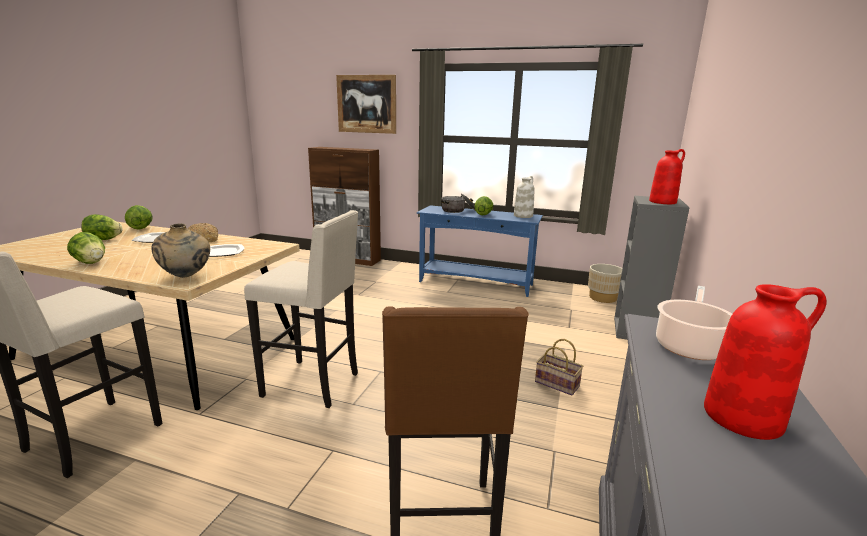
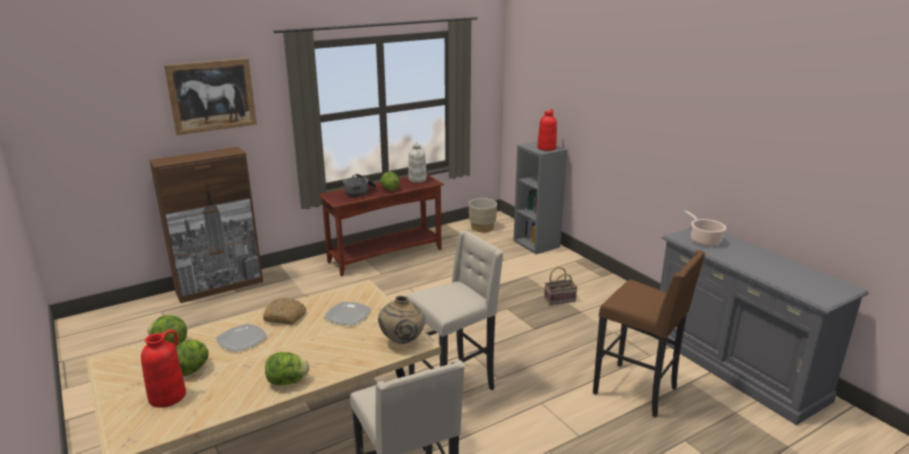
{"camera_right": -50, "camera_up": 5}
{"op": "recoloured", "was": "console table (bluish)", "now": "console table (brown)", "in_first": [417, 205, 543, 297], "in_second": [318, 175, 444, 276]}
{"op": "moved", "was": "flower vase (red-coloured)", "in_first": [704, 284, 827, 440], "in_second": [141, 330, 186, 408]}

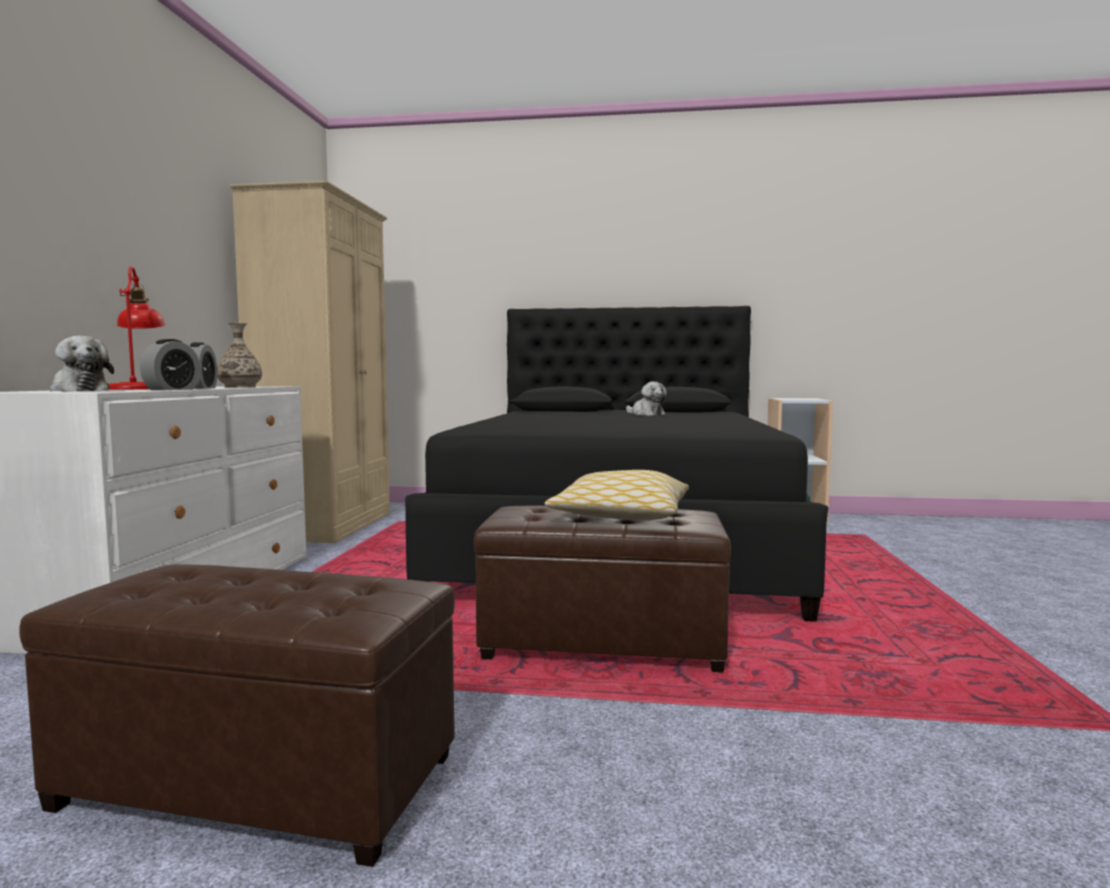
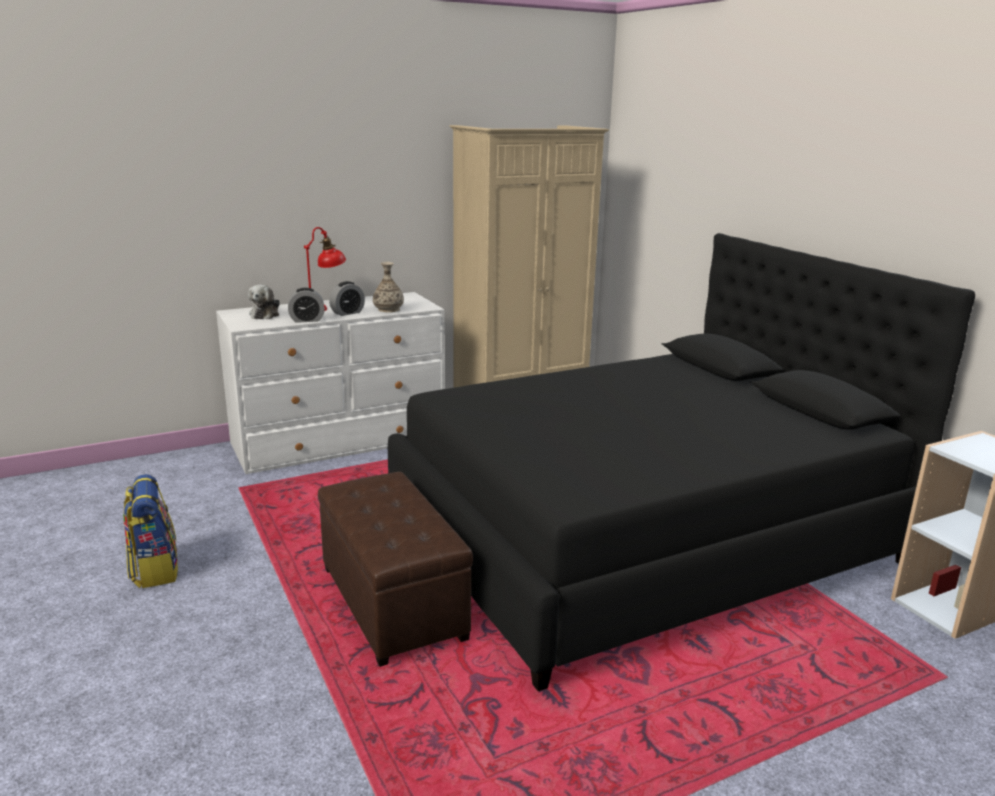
{"camera_right": 55, "camera_up": 15}
{"op": "removed", "was": "cuddly toy", "in_first": [626, 381, 667, 416]}
{"op": "removed", "was": "throw pillow", "in_first": [544, 470, 689, 521]}
{"op": "replaced", "was": "ottoman (brown)", "now": "backpack", "in_first": [19, 564, 455, 867], "in_second": [123, 474, 178, 588]}

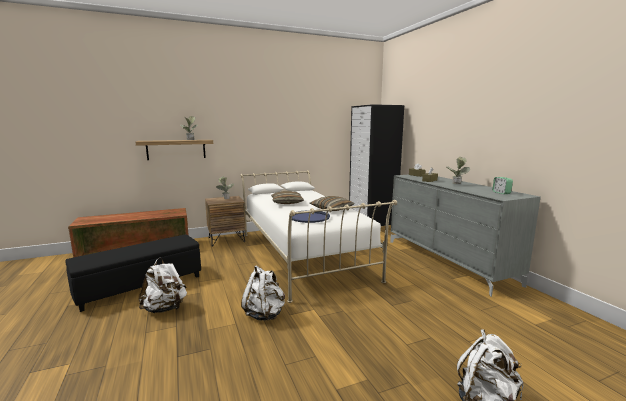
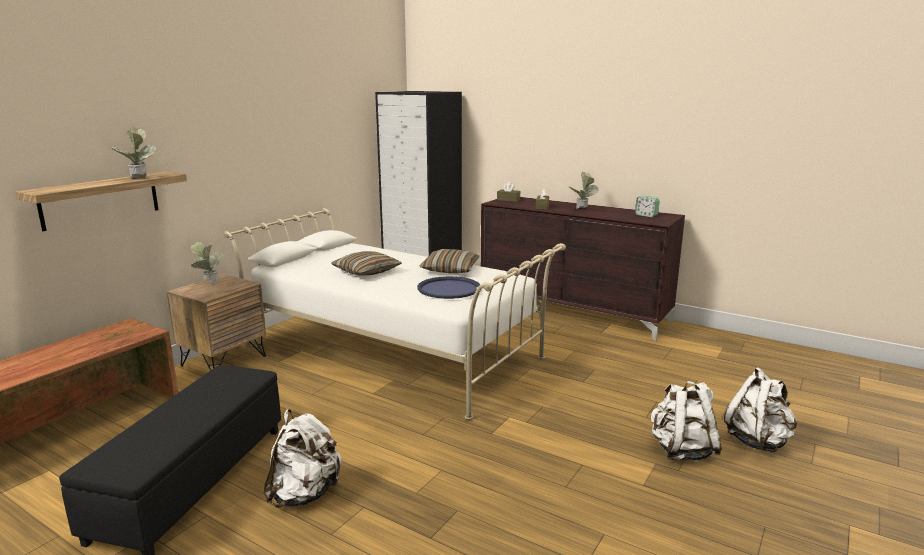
{"camera_right": -35, "camera_up": 5}
{"op": "recoloured", "was": "dresser (gray)", "now": "dresser (brown)", "in_first": [390, 175, 541, 297], "in_second": [481, 197, 685, 341]}
{"op": "moved", "was": "backpack (whitish)", "in_first": [241, 266, 285, 321], "in_second": [651, 381, 722, 461]}

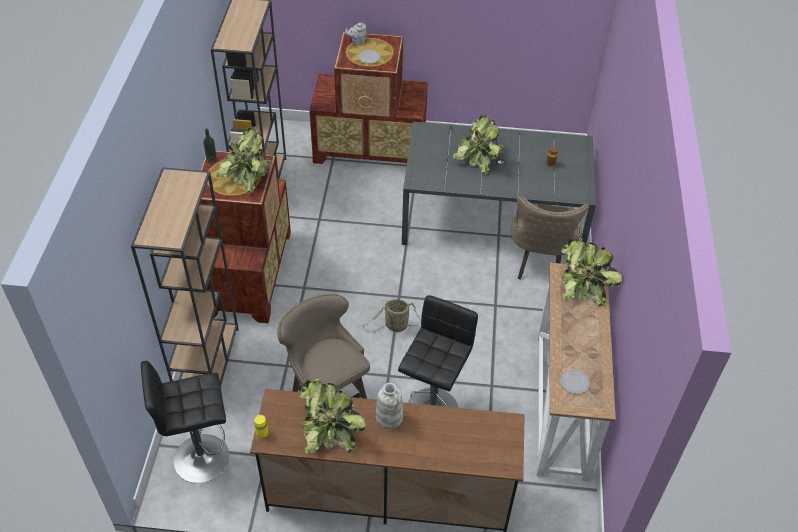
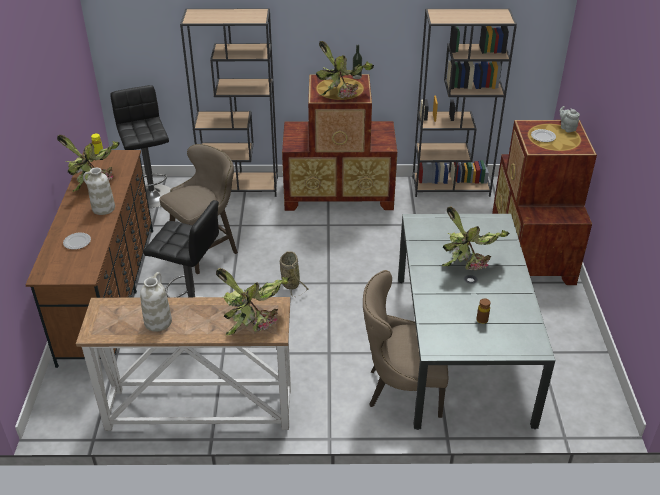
{"camera_right": 85, "camera_up": -10}
{"op": "moved", "was": "flat dish", "in_first": [560, 369, 590, 394], "in_second": [63, 233, 91, 250]}
{"op": "added", "now": "flower vase (whitish)", "in_second": [140, 272, 172, 332]}

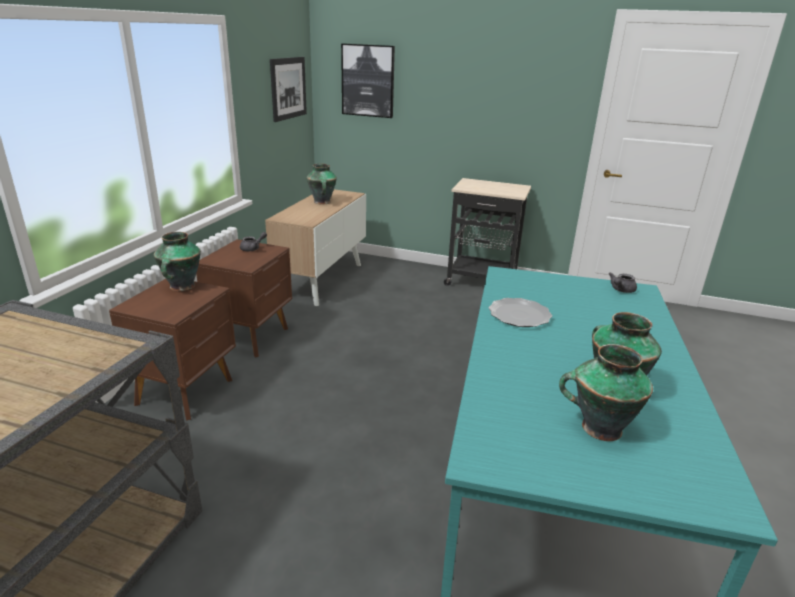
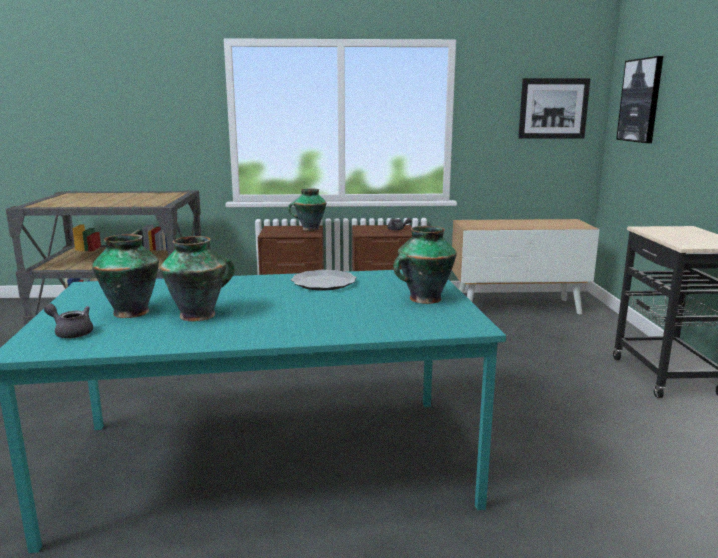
{"camera_right": 70, "camera_up": -10}
{"op": "moved", "was": "flower vase", "in_first": [306, 164, 337, 204], "in_second": [393, 226, 457, 304]}
{"op": "moved", "was": "tea pot (gray)", "in_first": [609, 272, 637, 293], "in_second": [44, 303, 93, 338]}

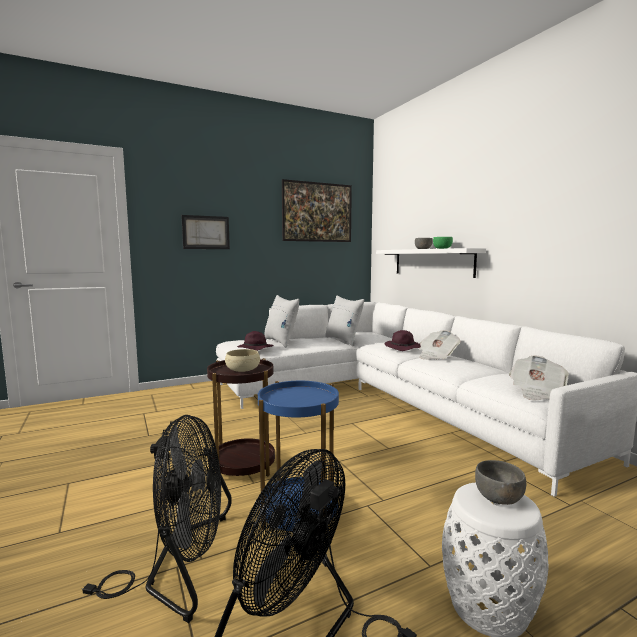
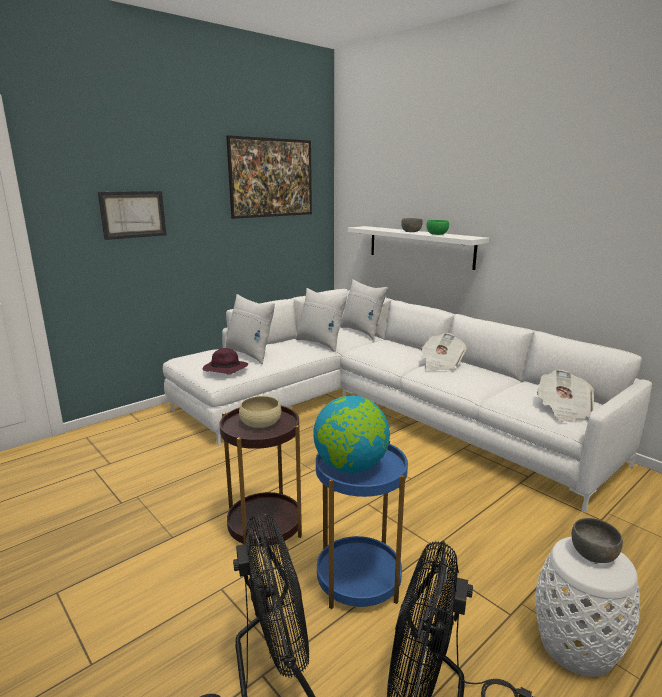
{"camera_right": -15, "camera_up": 10}
{"op": "removed", "was": "hat (purple)", "in_first": [384, 330, 421, 351]}
{"op": "added", "now": "throw pillow (gray)", "in_second": [340, 279, 387, 339]}
{"op": "added", "now": "world globe", "in_second": [313, 395, 390, 473]}

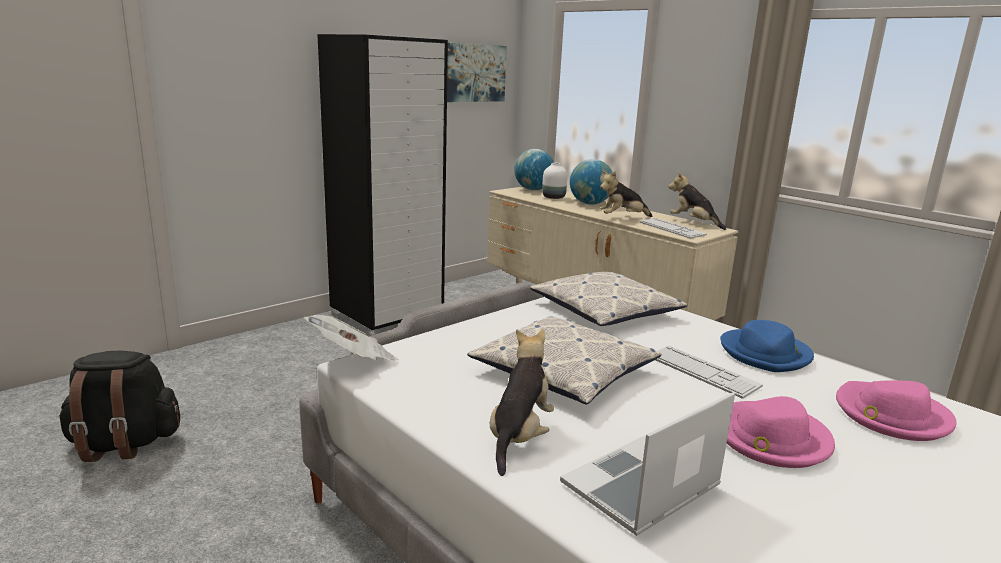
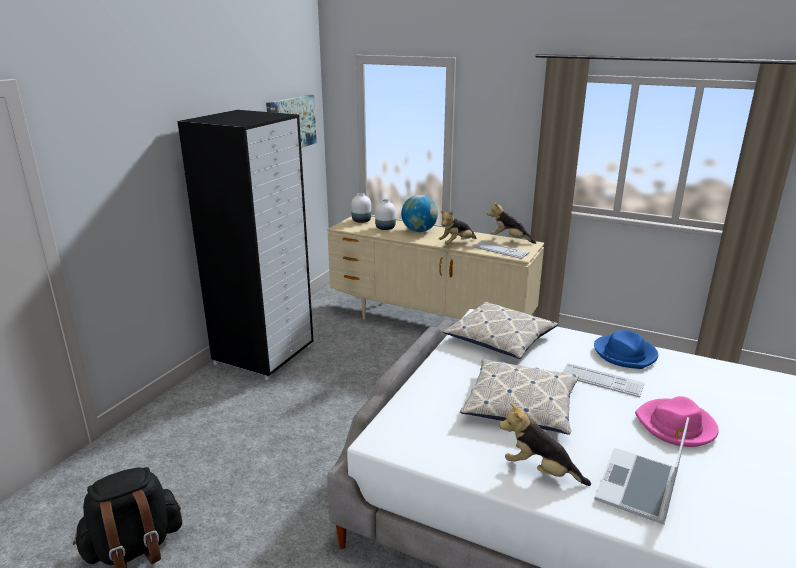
{"camera_right": -20, "camera_up": 5}
{"op": "replaced", "was": "world globe", "now": "flower vase (whitish)", "in_first": [514, 149, 554, 190], "in_second": [351, 193, 371, 223]}
{"op": "removed", "was": "daily paper", "in_first": [304, 315, 399, 360]}
{"op": "turned", "was": "cuddly toy", "in_first": [490, 329, 554, 476], "in_second": [499, 403, 591, 486], "clockwise": -60}
{"op": "removed", "was": "hat (pink-coloured)", "in_first": [836, 381, 957, 441]}

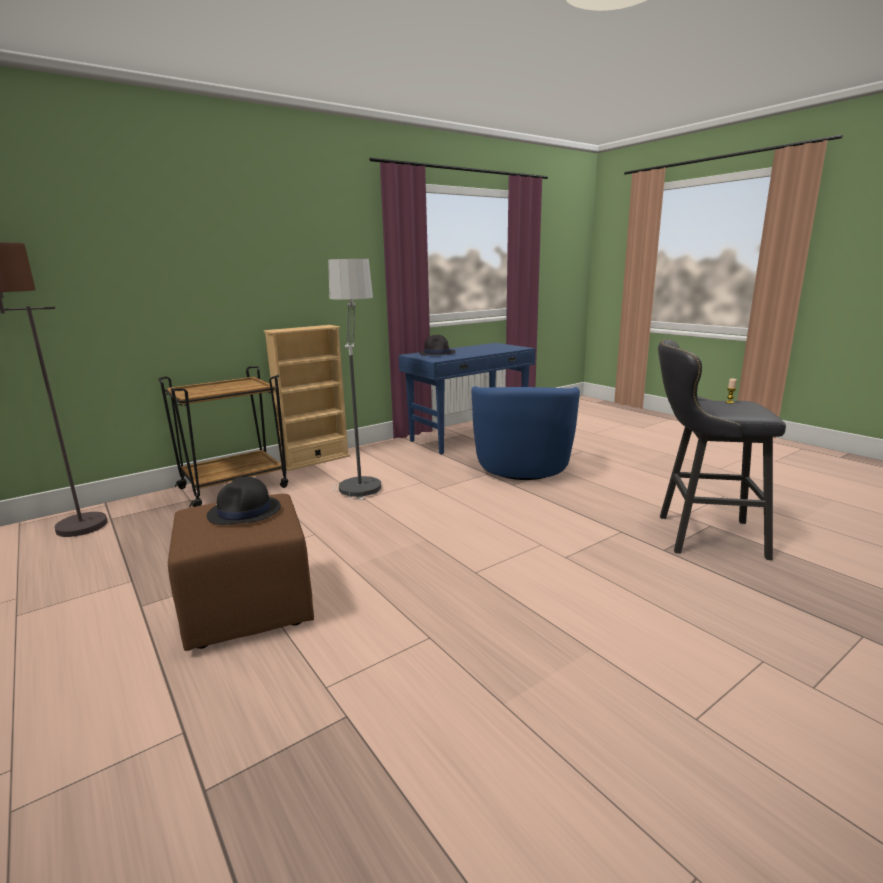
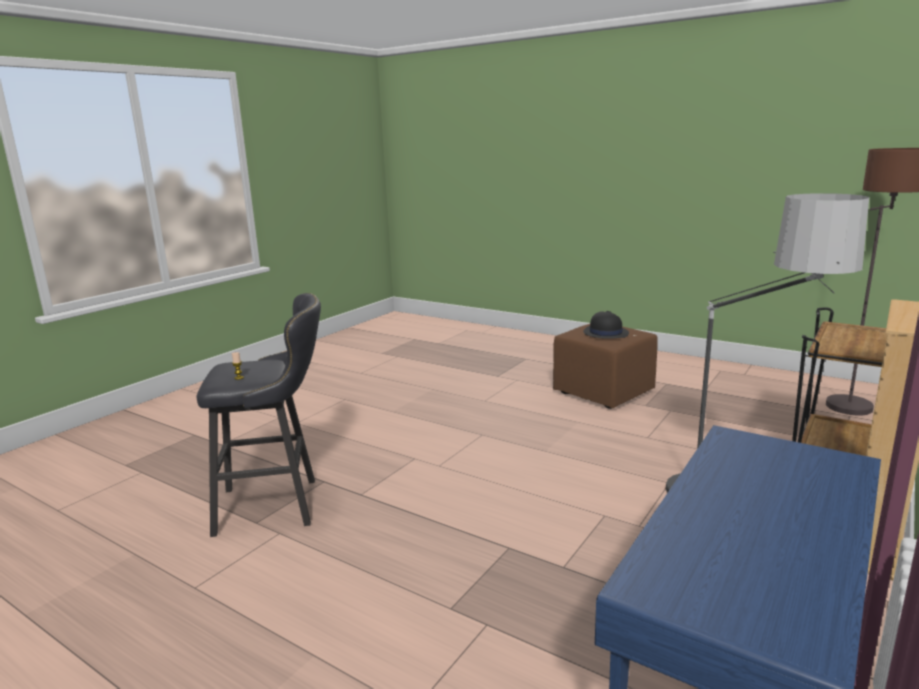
{"camera_right": 160, "camera_up": 0}
{"op": "removed", "was": "hat (black)", "in_first": [419, 335, 456, 356]}
{"op": "removed", "was": "armchair (bluish)", "in_first": [472, 386, 580, 480]}

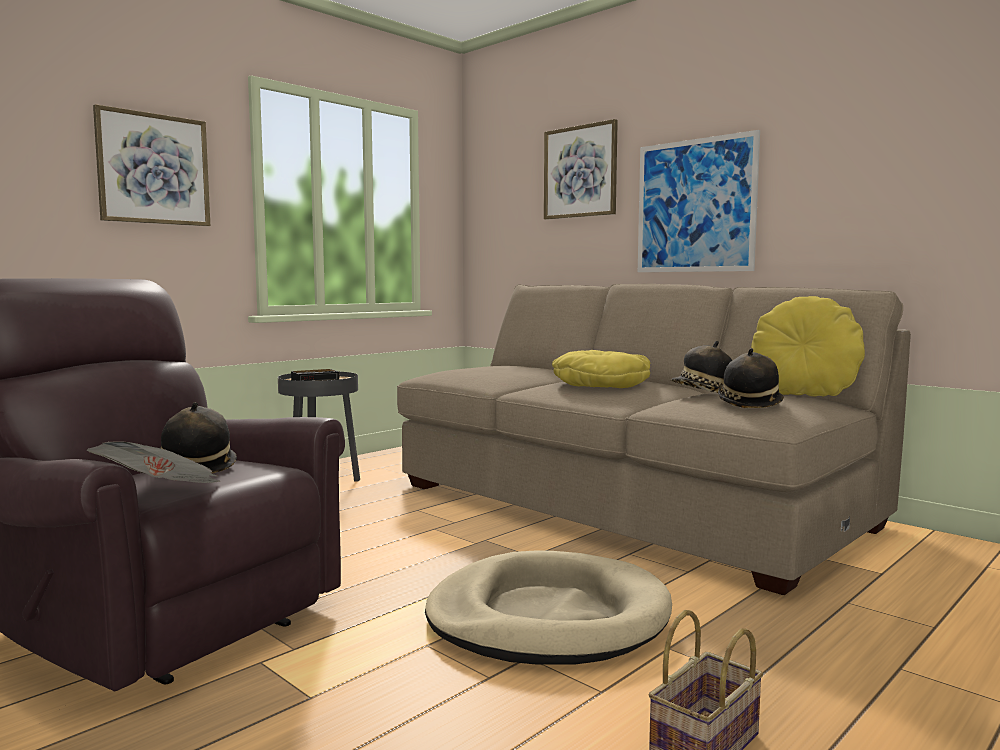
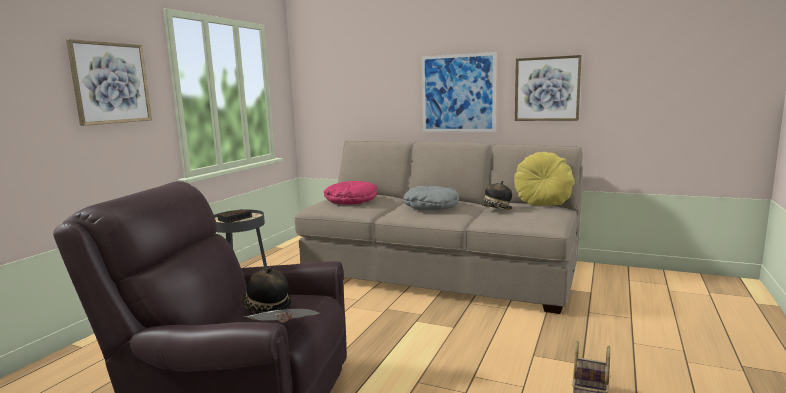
{"camera_right": -20, "camera_up": 5}
{"op": "moved", "was": "picture", "in_first": [544, 119, 618, 220], "in_second": [515, 55, 582, 121]}
{"op": "removed", "was": "hat", "in_first": [718, 348, 784, 408]}
{"op": "recoloured", "was": "throw pillow (yellow-coloured)", "now": "throw pillow (gray)", "in_first": [552, 350, 650, 388], "in_second": [403, 186, 459, 210]}
{"op": "removed", "was": "pet bed (beige-coloured)", "in_first": [425, 551, 672, 665]}
{"op": "added", "now": "throw pillow (pink-coloured)", "in_second": [324, 181, 377, 205]}

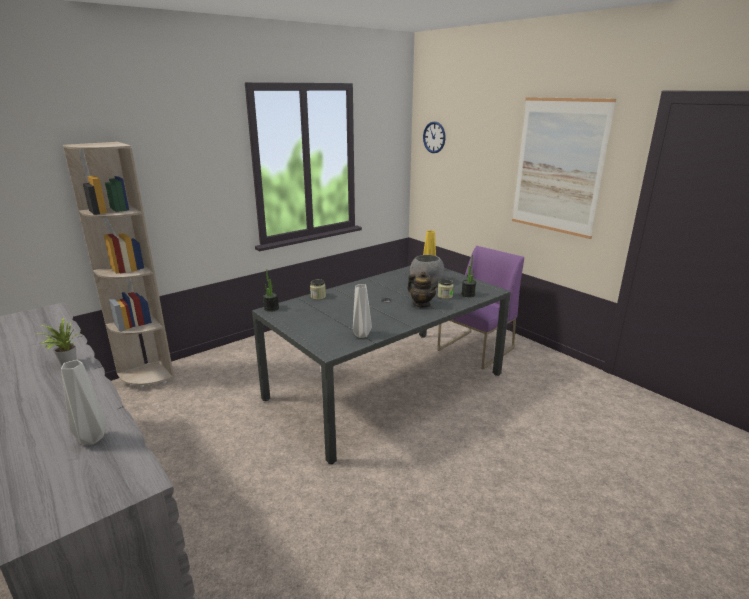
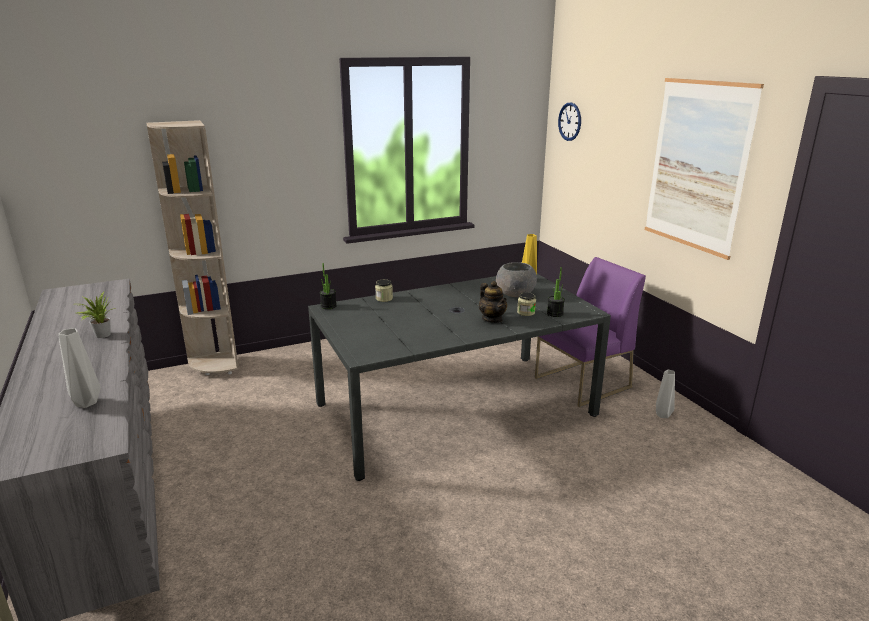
{"camera_right": 15, "camera_up": 0}
{"op": "moved", "was": "flower vase (gray)", "in_first": [353, 284, 372, 338], "in_second": [656, 370, 675, 418]}

